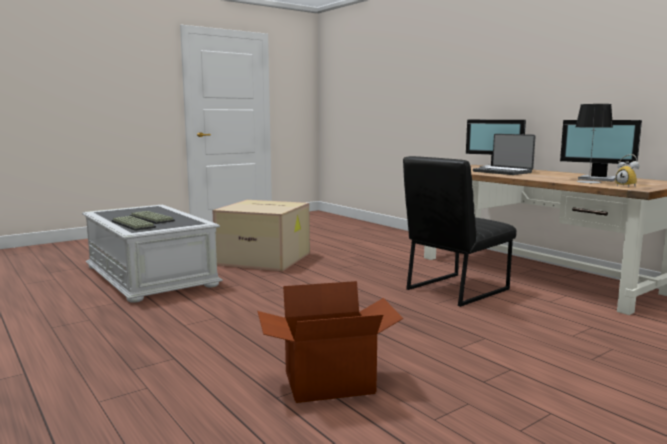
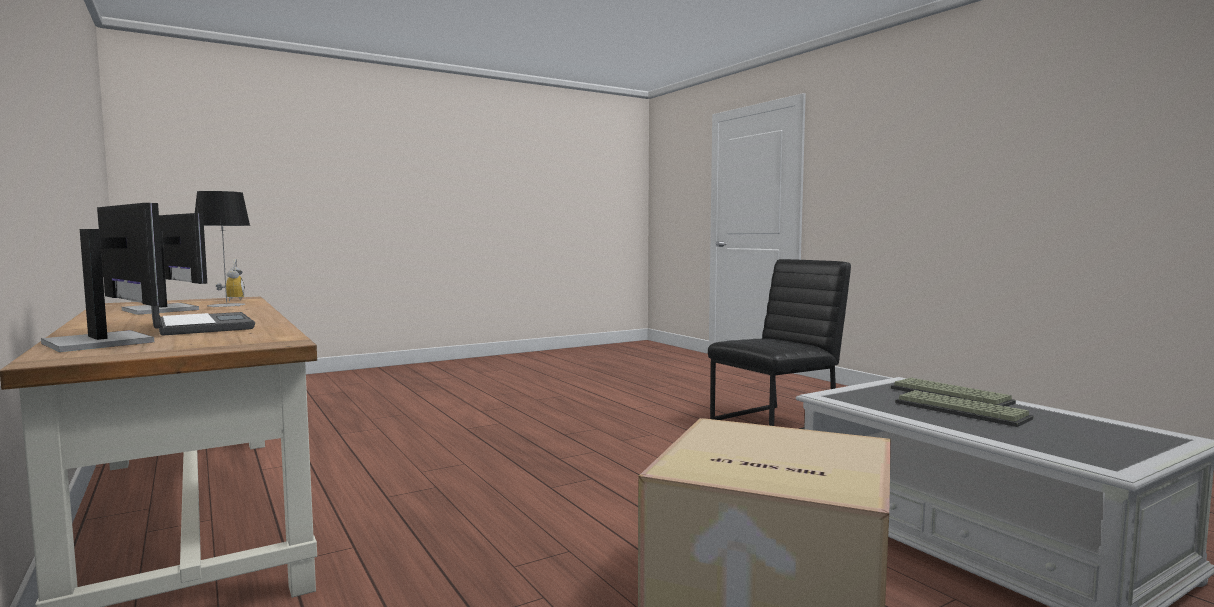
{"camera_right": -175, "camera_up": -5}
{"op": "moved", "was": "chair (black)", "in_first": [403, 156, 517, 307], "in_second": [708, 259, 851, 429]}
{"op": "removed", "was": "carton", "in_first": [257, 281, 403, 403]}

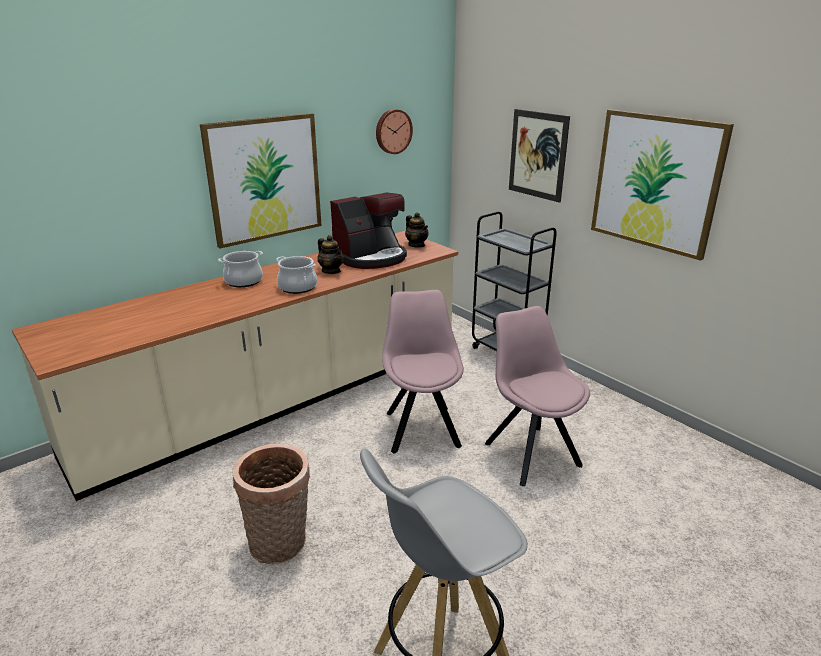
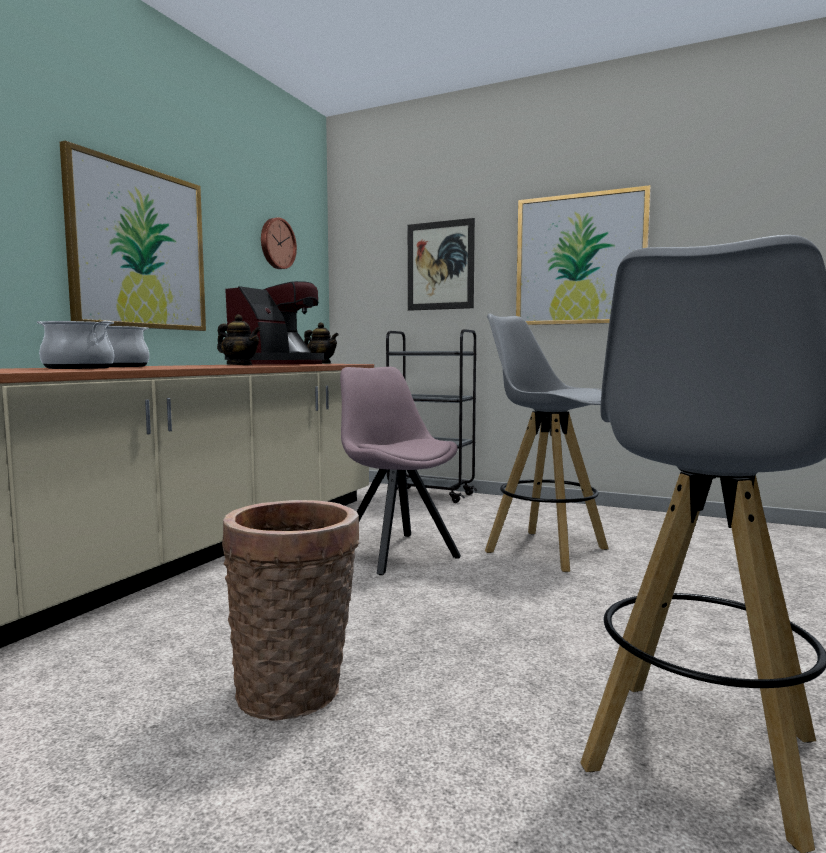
{"camera_right": -25, "camera_up": -20}
{"op": "moved", "was": "cooking pot", "in_first": [276, 256, 317, 294], "in_second": [37, 321, 114, 369]}
{"op": "replaced", "was": "chair (pink-coloured)", "now": "sitting stool (gray)", "in_first": [485, 306, 590, 486], "in_second": [485, 313, 609, 572]}

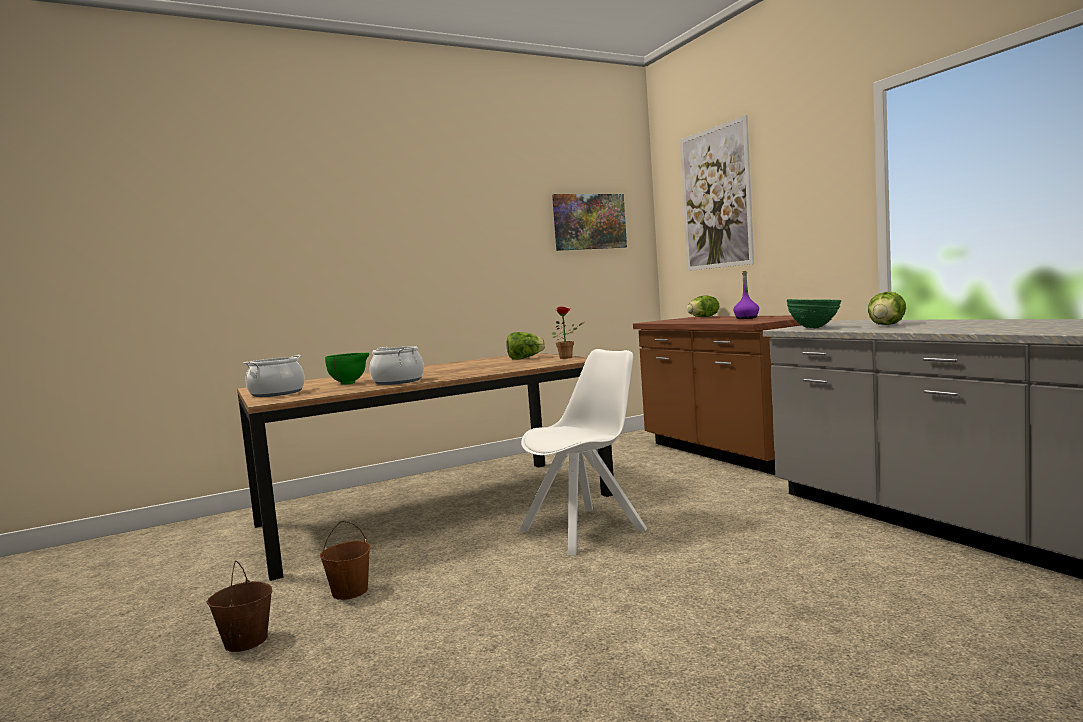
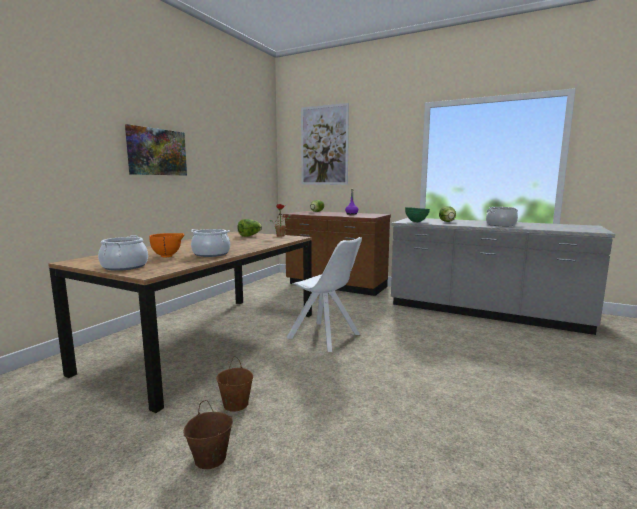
{"camera_right": -35, "camera_up": 5}
{"op": "moved", "was": "picture", "in_first": [552, 194, 627, 251], "in_second": [125, 124, 187, 175]}
{"op": "turned", "was": "chair (whitish)", "in_first": [519, 349, 647, 555], "in_second": [287, 237, 362, 352], "clockwise": 105}
{"op": "recoloured", "was": "bowl (green-coloured)", "now": "bowl (orange-coloured)", "in_first": [325, 353, 369, 385], "in_second": [149, 233, 184, 257]}
{"op": "added", "now": "cooking pot", "in_second": [486, 207, 518, 226]}

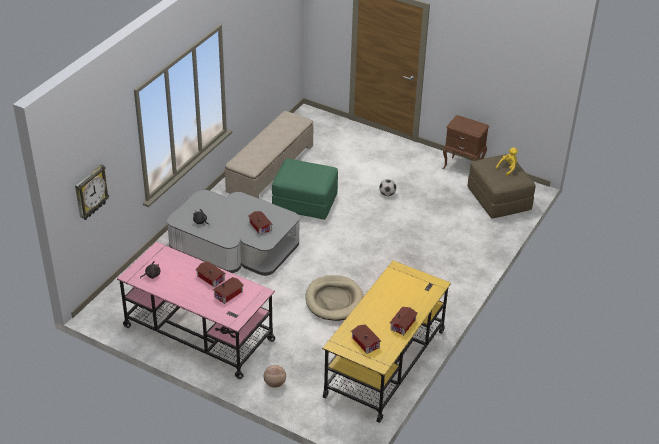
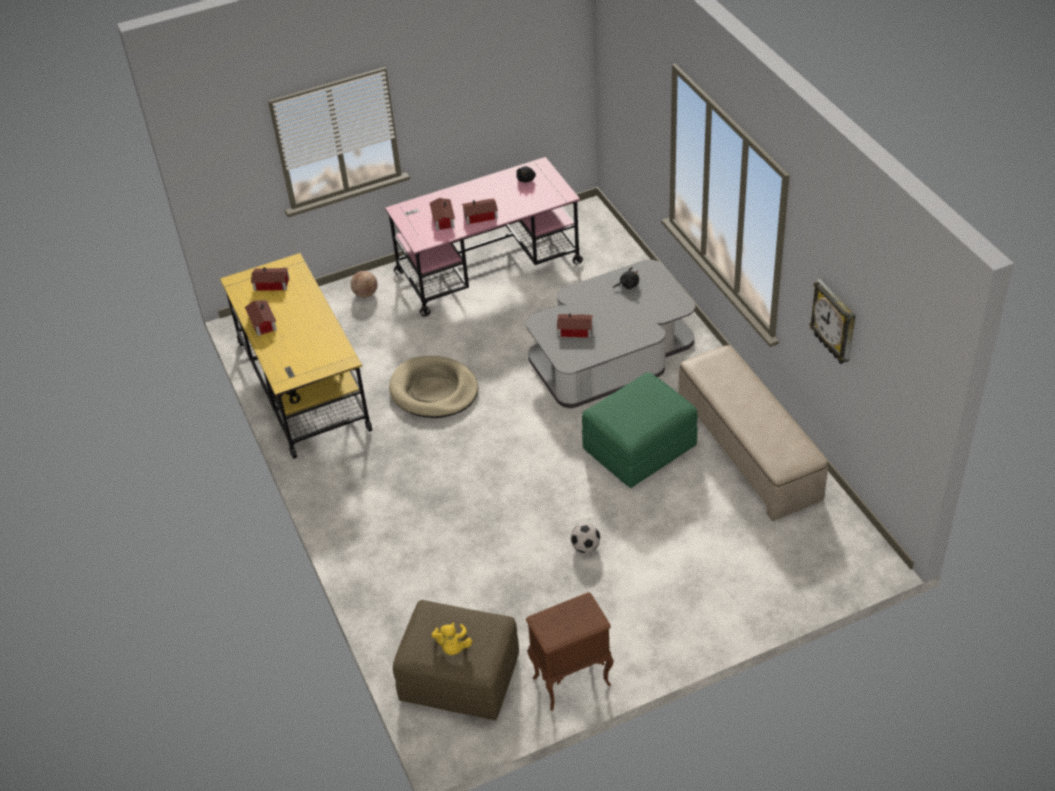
{"camera_right": 130, "camera_up": 5}
{"op": "moved", "was": "hanging clock", "in_first": [75, 164, 109, 220], "in_second": [809, 279, 856, 364]}

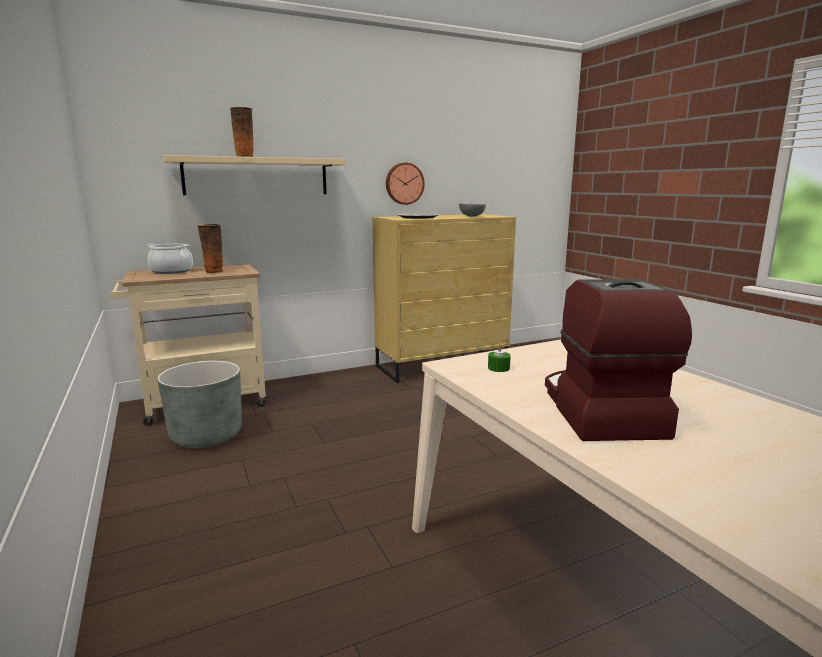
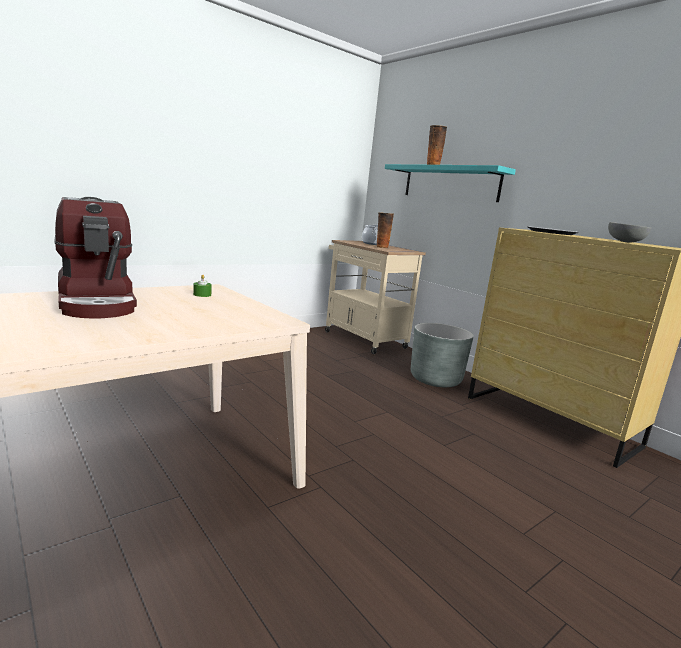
{"camera_right": 75, "camera_up": 0}
{"op": "recoloured", "was": "shelf (beige-coloured)", "now": "shelf (turquoise)", "in_first": [164, 155, 347, 195], "in_second": [385, 164, 516, 202]}
{"op": "removed", "was": "hanging clock", "in_first": [386, 163, 425, 205]}
{"op": "turned", "was": "coffee machine", "in_first": [545, 279, 692, 441], "in_second": [54, 197, 137, 318], "clockwise": 75}
{"op": "moved", "was": "planter (gray)", "in_first": [157, 361, 242, 448], "in_second": [411, 323, 474, 387]}

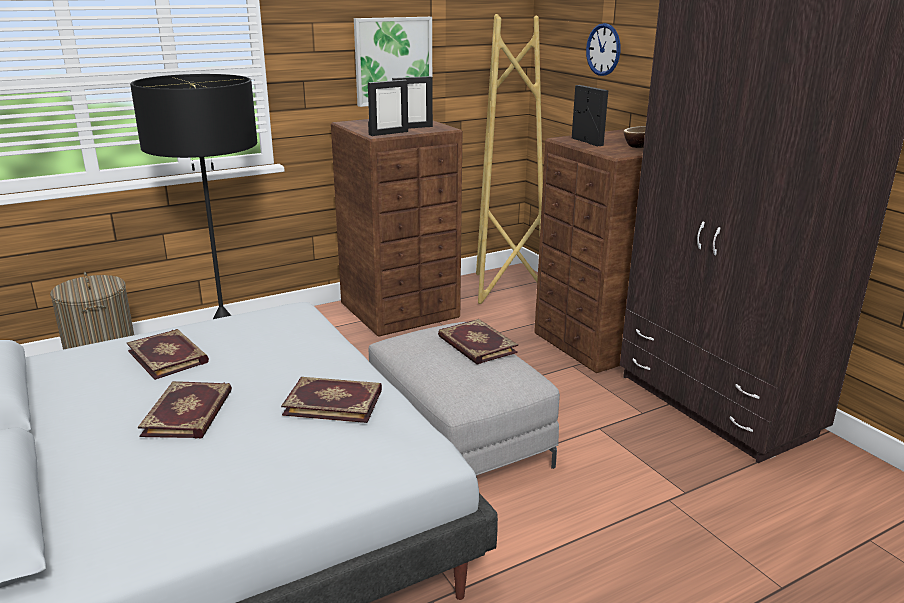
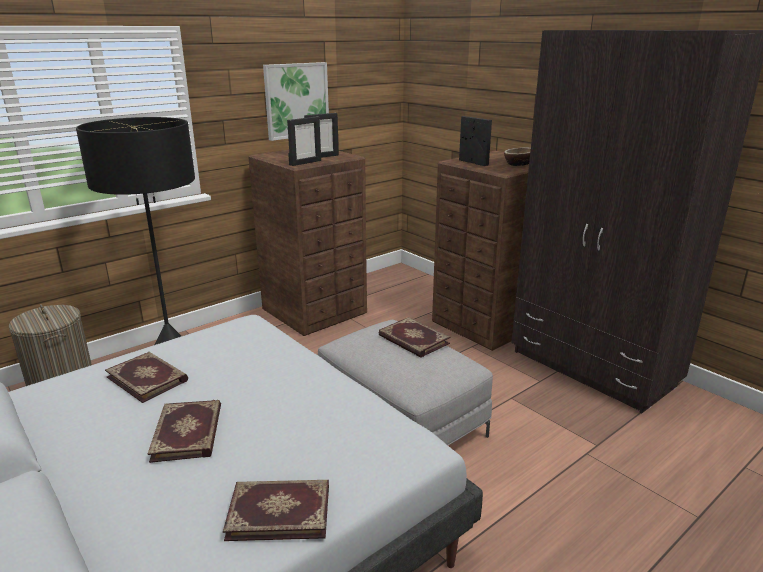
{"camera_right": -10, "camera_up": 0}
{"op": "removed", "was": "garment stand (yellow-coloured)", "in_first": [476, 14, 543, 304]}
{"op": "removed", "was": "hanging clock", "in_first": [586, 23, 620, 76]}
{"op": "moved", "was": "volume", "in_first": [281, 377, 382, 423], "in_second": [223, 480, 329, 541]}

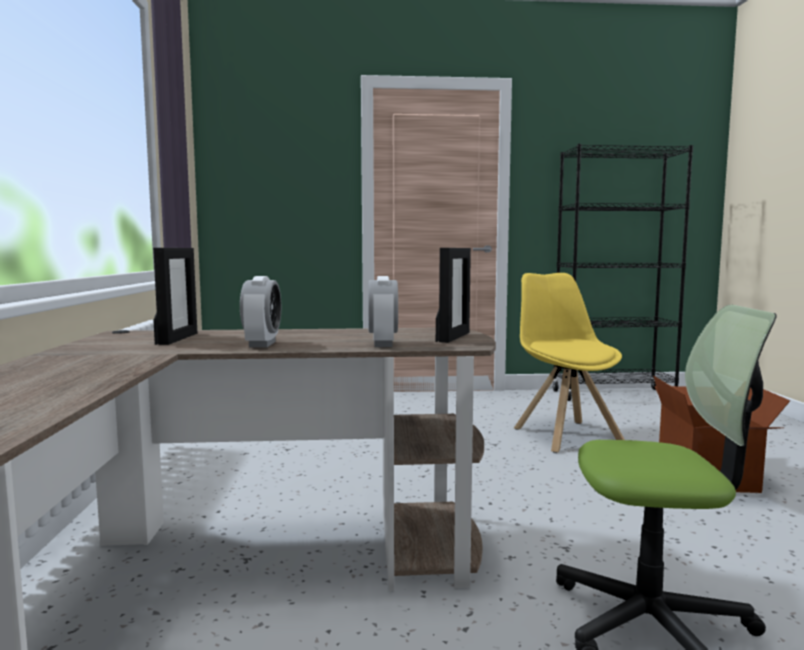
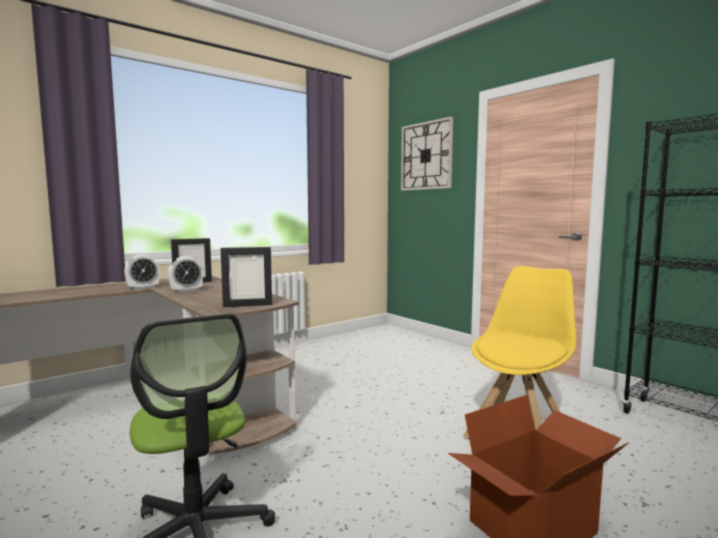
{"camera_right": 55, "camera_up": 0}
{"op": "moved", "was": "bedside clock", "in_first": [368, 276, 398, 347], "in_second": [124, 255, 160, 290]}
{"op": "added", "now": "hanging clock", "in_second": [401, 116, 453, 191]}

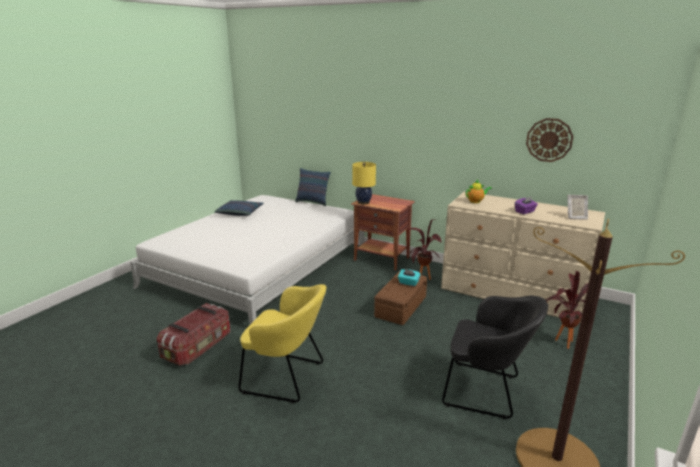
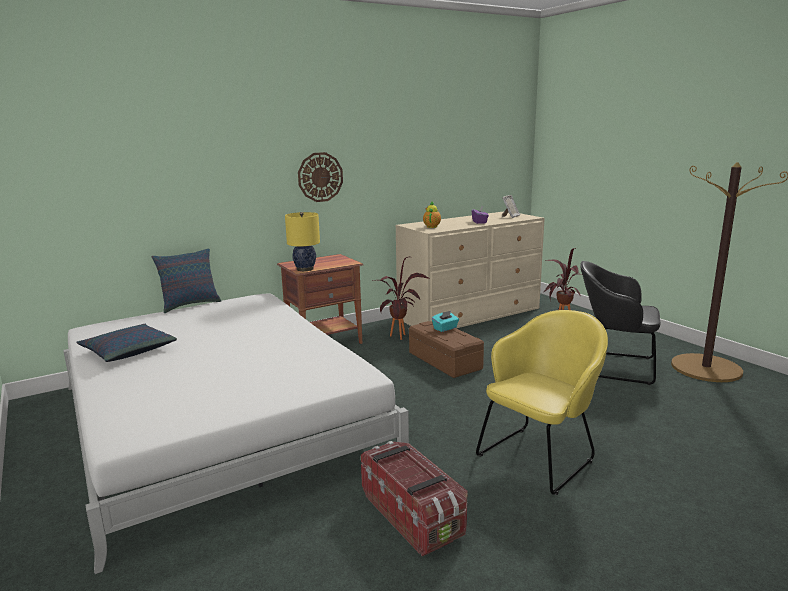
{"camera_right": -60, "camera_up": -5}
{"op": "moved", "was": "hanging clock", "in_first": [526, 118, 574, 162], "in_second": [298, 152, 343, 202]}
{"op": "turned", "was": "armchair (black)", "in_first": [442, 296, 548, 419], "in_second": [580, 261, 660, 385], "clockwise": -120}

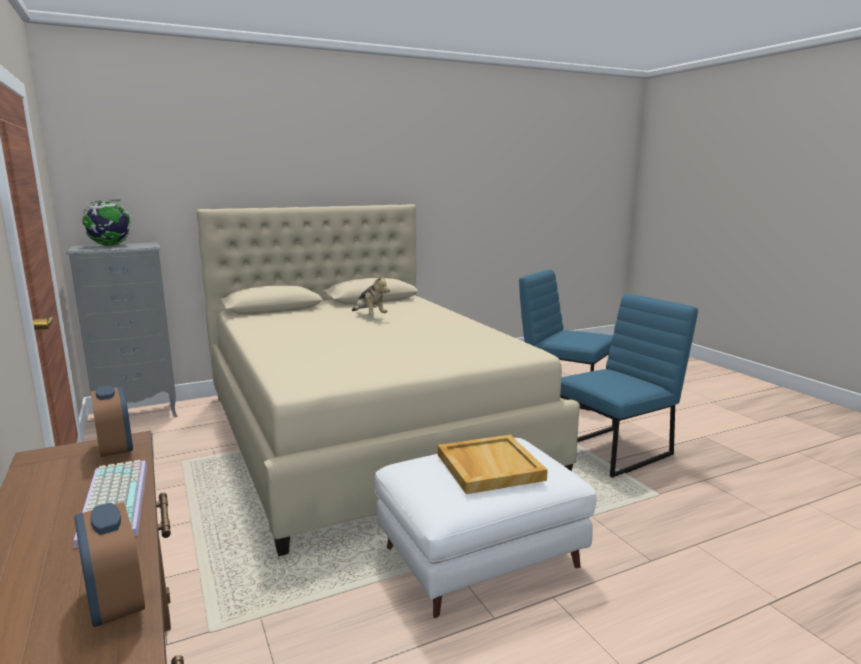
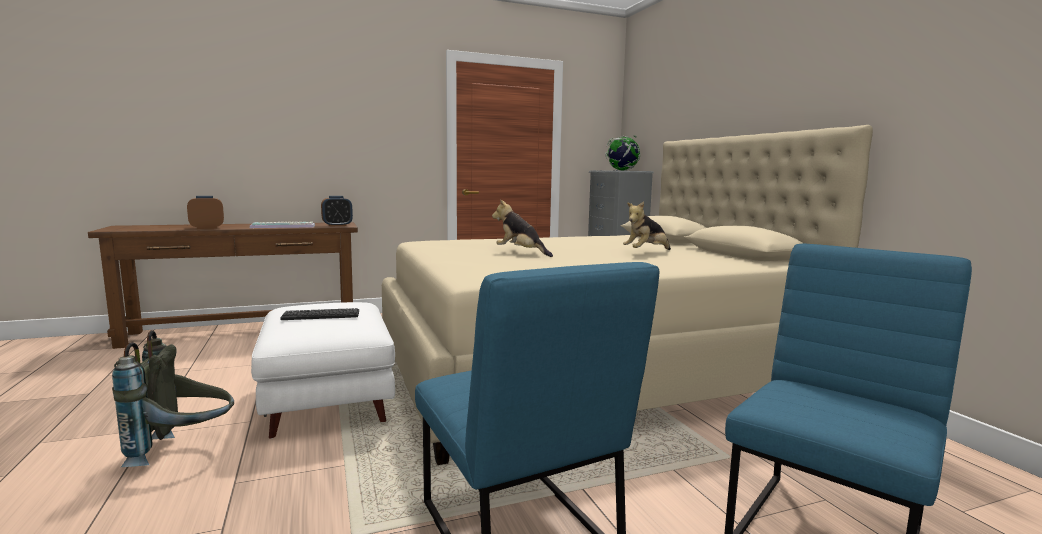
{"camera_right": 95, "camera_up": -5}
{"op": "replaced", "was": "serving tray (beige-coloured)", "now": "computer keyboard", "in_first": [438, 435, 548, 494], "in_second": [280, 308, 359, 320]}
{"op": "added", "now": "cuddly toy", "in_second": [492, 200, 553, 257]}
{"op": "added", "now": "backpack (gray)", "in_second": [112, 330, 234, 467]}

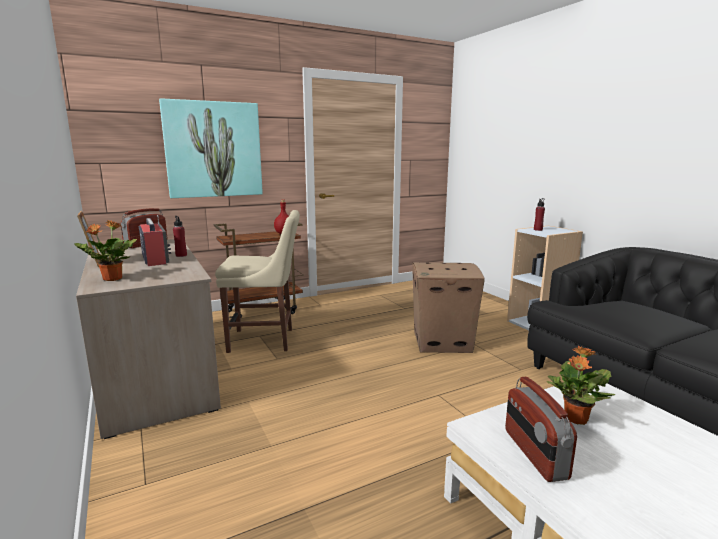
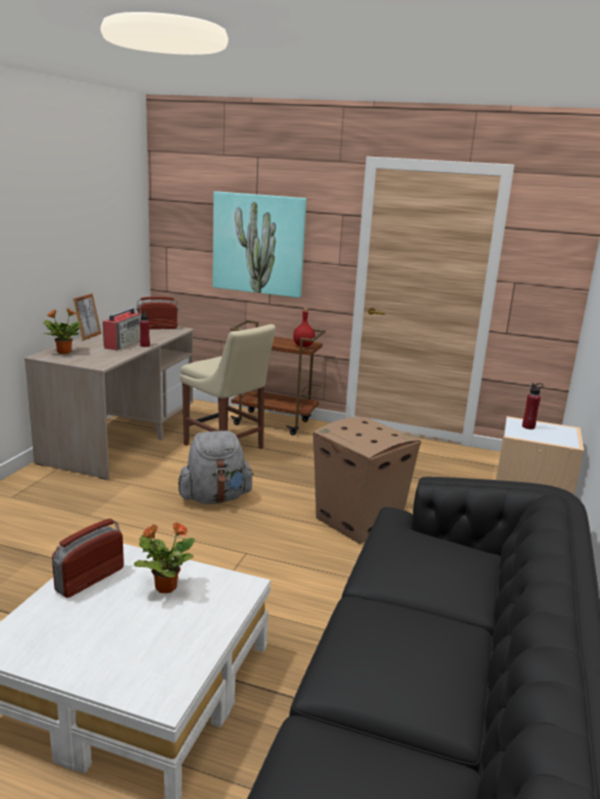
{"camera_right": 45, "camera_up": 5}
{"op": "added", "now": "backpack (gray)", "in_second": [178, 431, 254, 504]}

